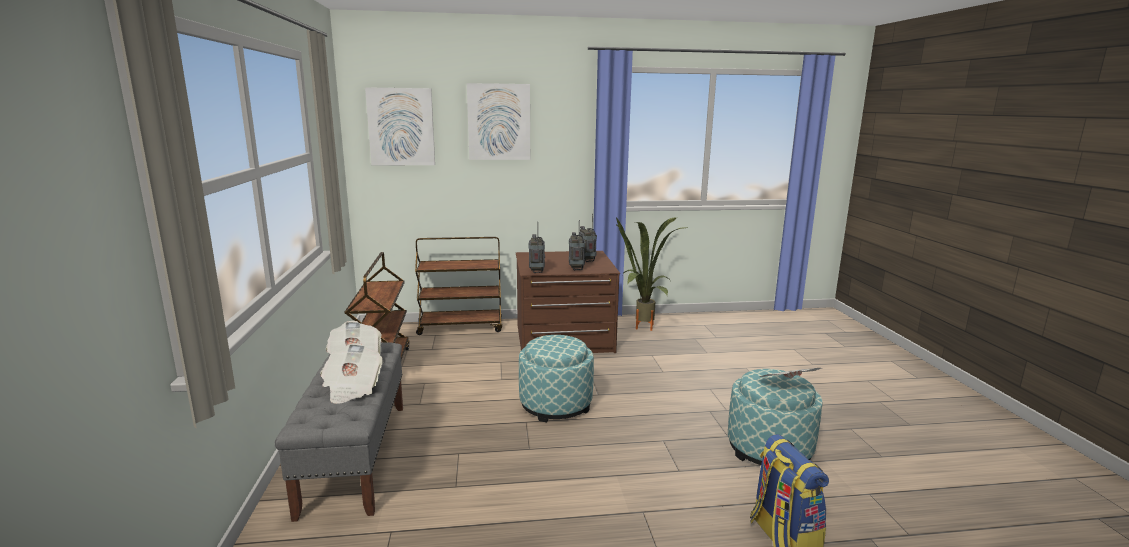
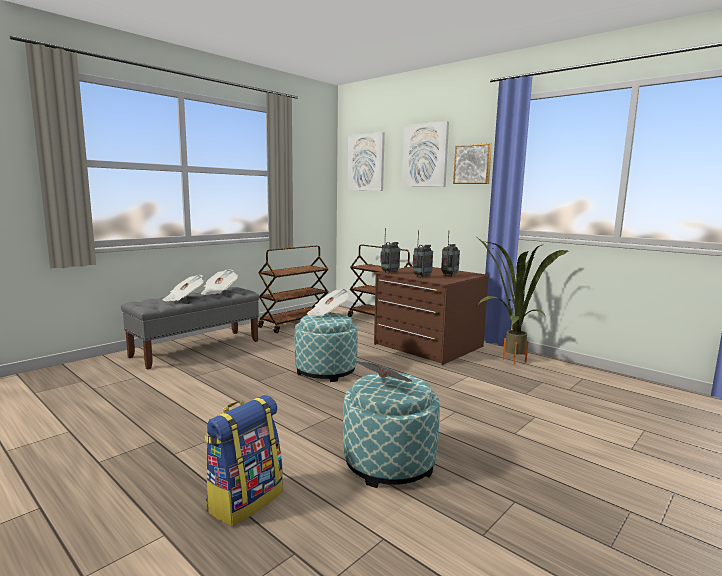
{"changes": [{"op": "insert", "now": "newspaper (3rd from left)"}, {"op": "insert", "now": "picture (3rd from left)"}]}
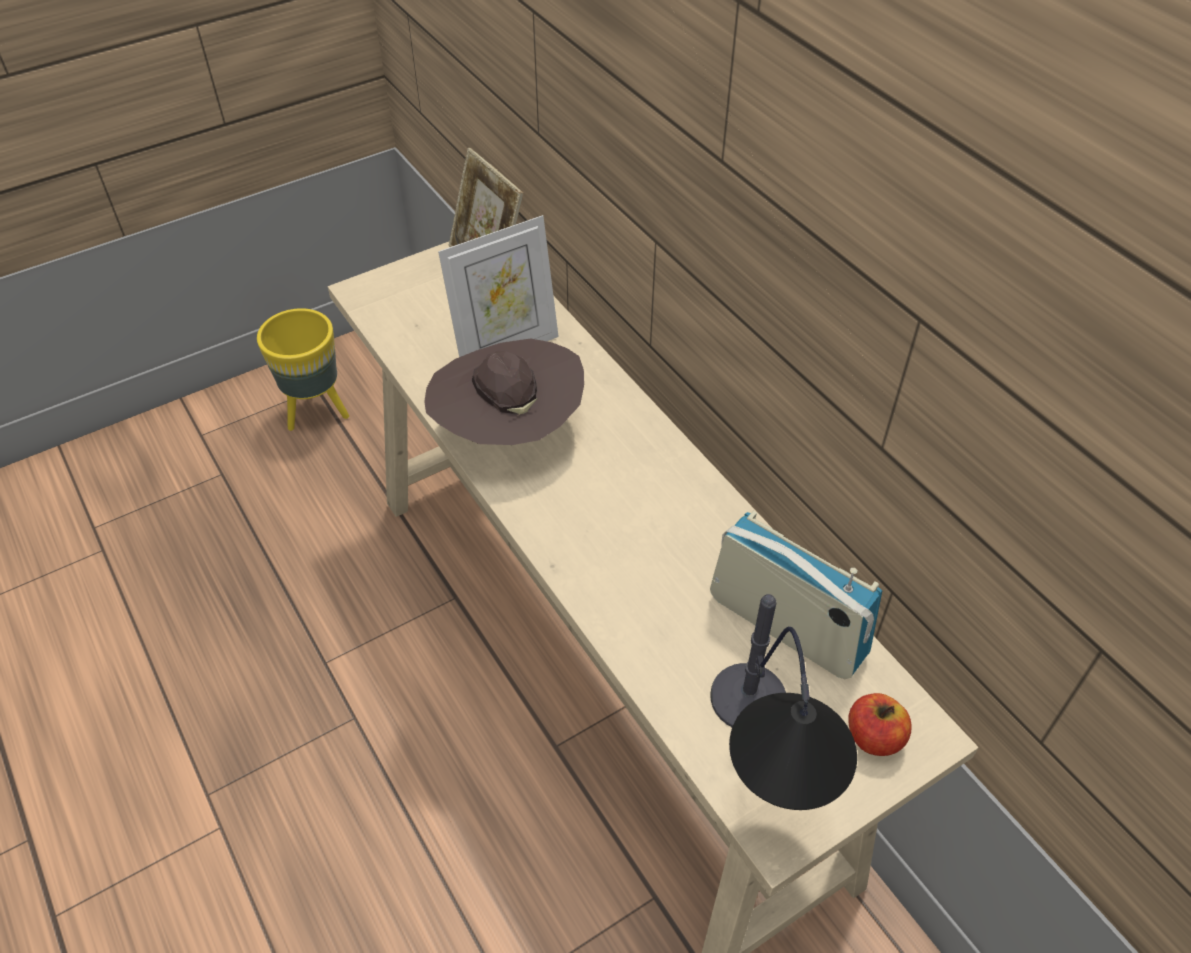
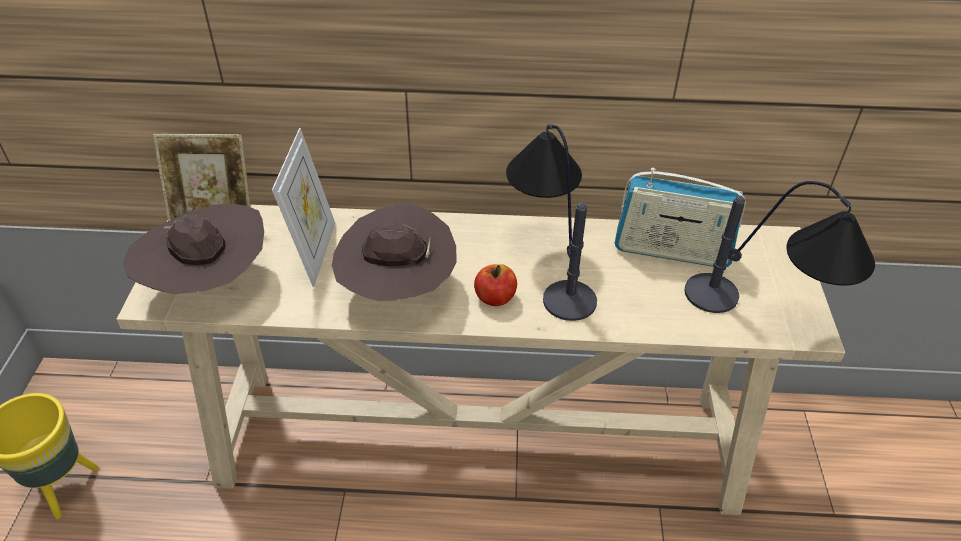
{"changes": [{"op": "insert", "now": "brown hat (1st from left)"}, {"op": "move", "was": "apple"}, {"op": "insert", "now": "table lamp (1st from left)"}, {"op": "rotate", "was": "radio", "clockwise": -150}]}
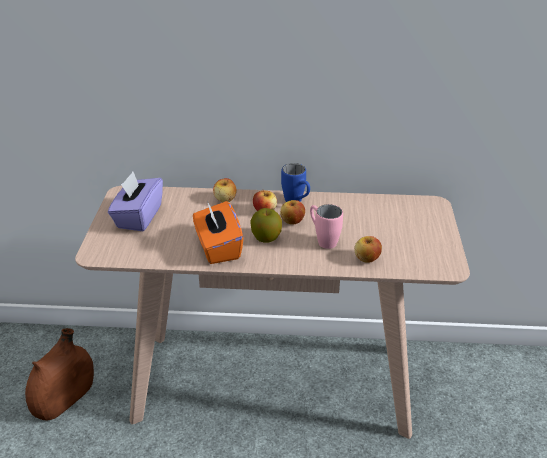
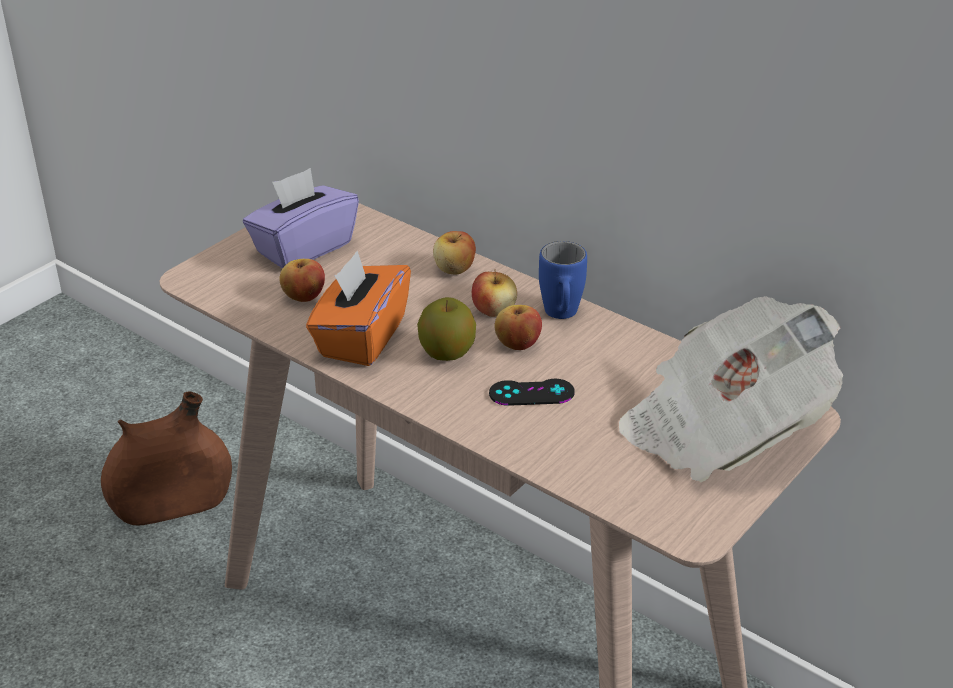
{"changes": [{"op": "move", "was": "apple (5th from left in the first image)", "now": "apple (1st from left)"}, {"op": "replace", "was": "pink mug", "now": "black game controller"}, {"op": "insert", "now": "newspaper"}]}
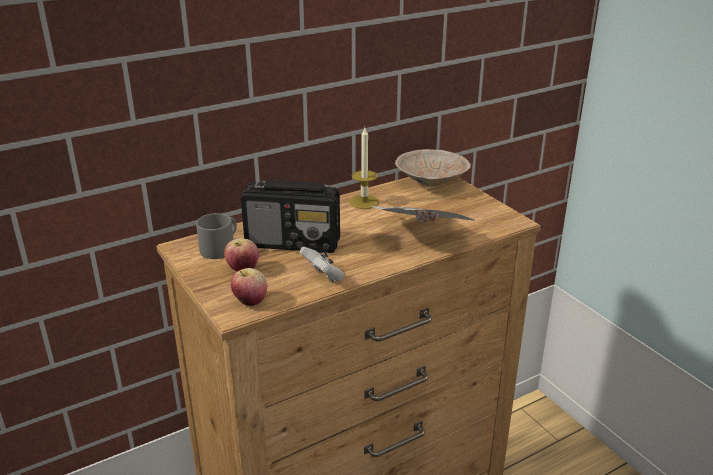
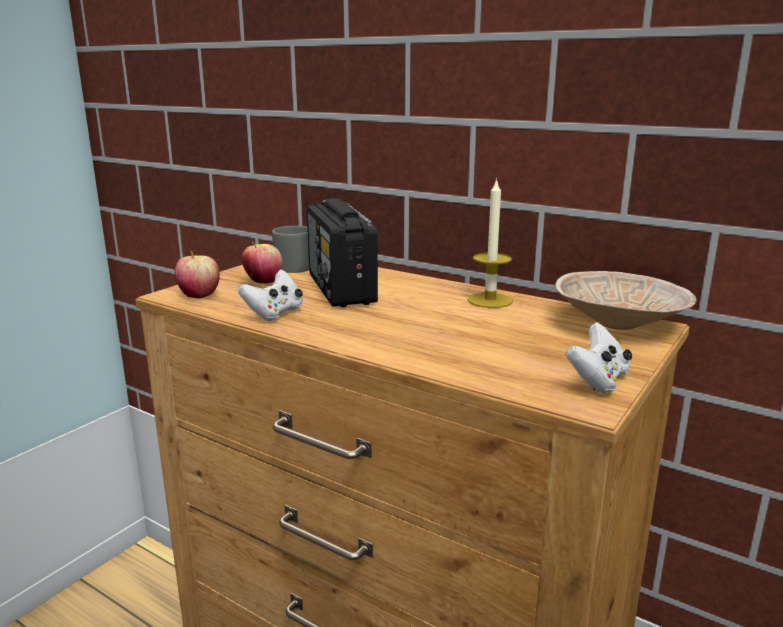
{"changes": [{"op": "insert", "now": "white game controller (2nd from left)"}, {"op": "delete", "was": "newspaper"}]}
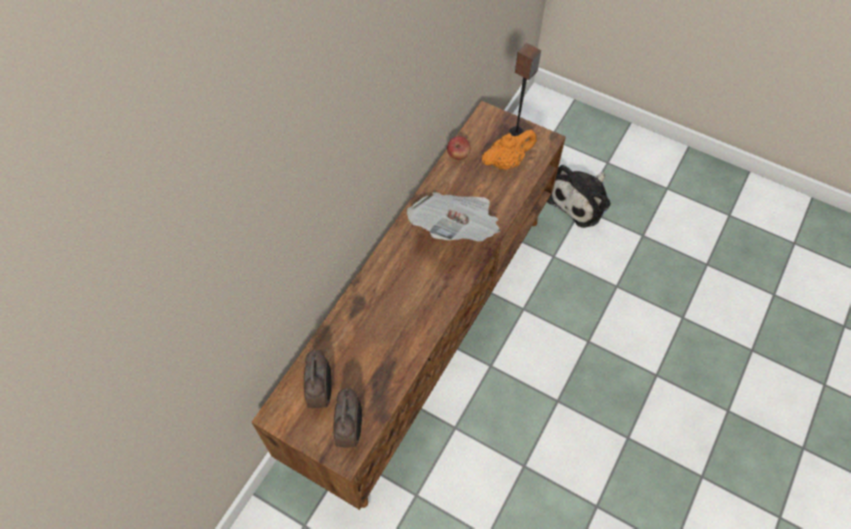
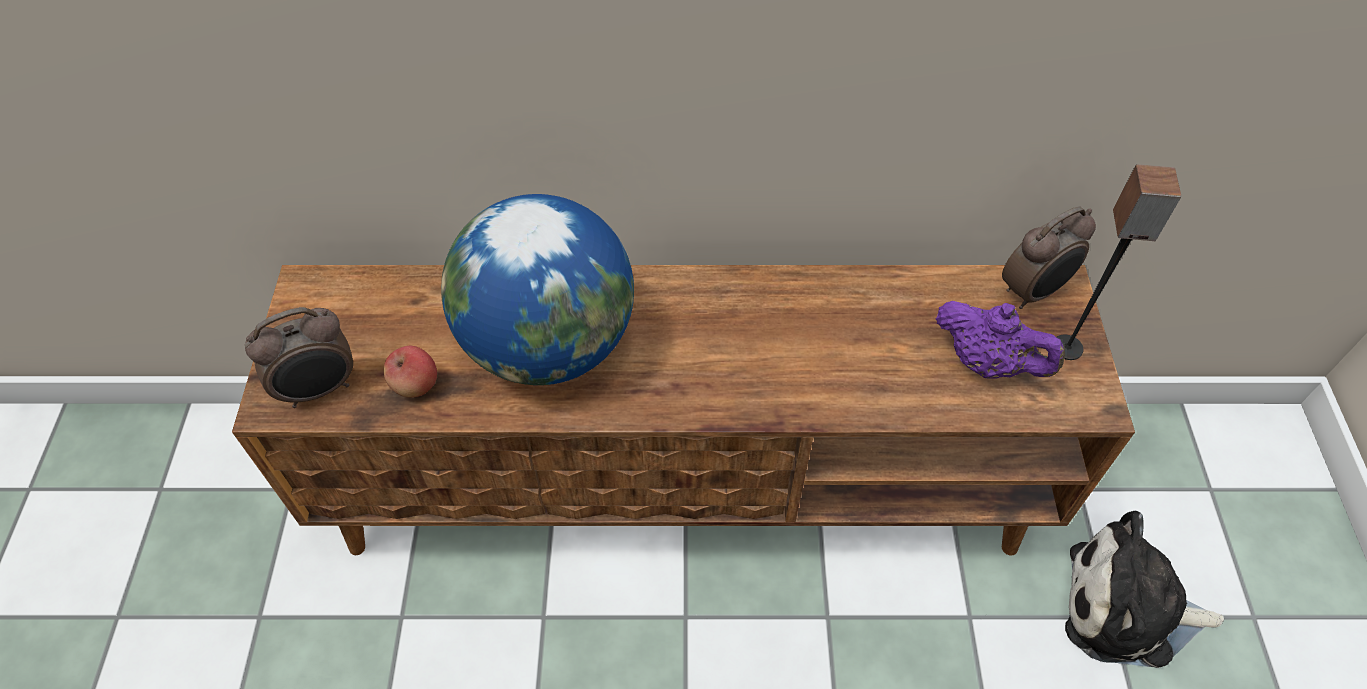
{"changes": [{"op": "move", "was": "apple"}, {"op": "insert", "now": "globe"}, {"op": "recolor", "was": "orange teapot", "now": "purple teapot"}, {"op": "move", "was": "alarm clock (1st from left in the first image)", "now": "alarm clock (2nd from left)"}, {"op": "delete", "was": "newspaper"}]}
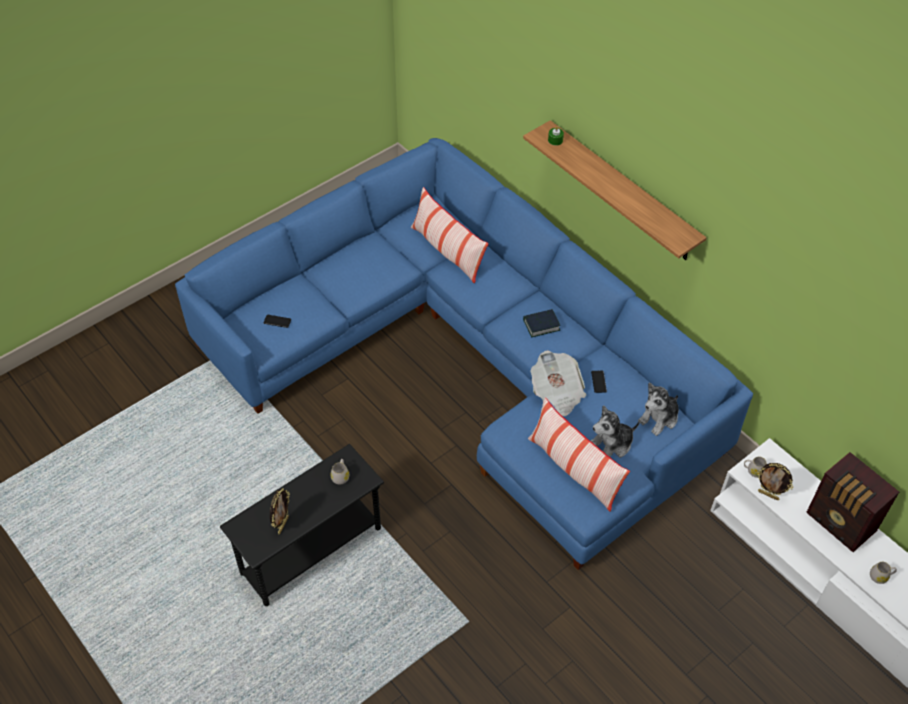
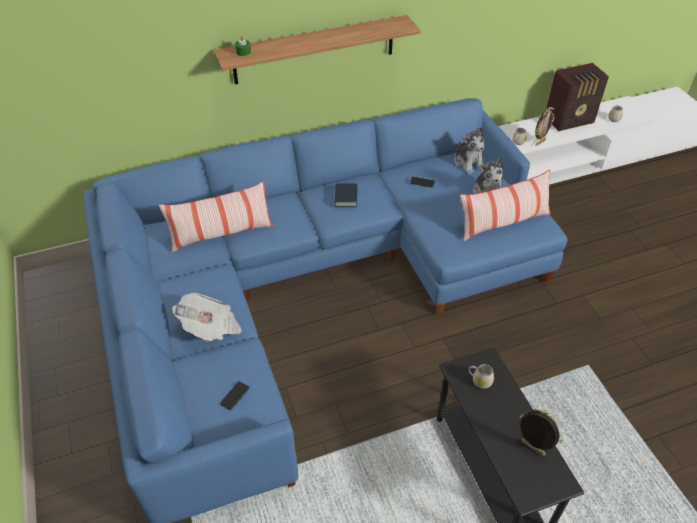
{"changes": [{"op": "move", "was": "newspaper"}]}
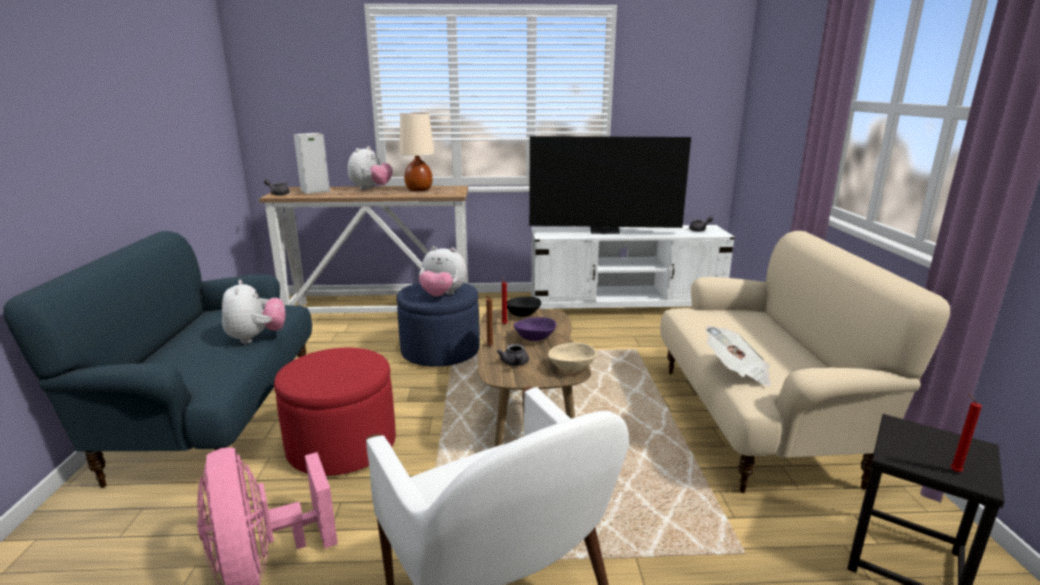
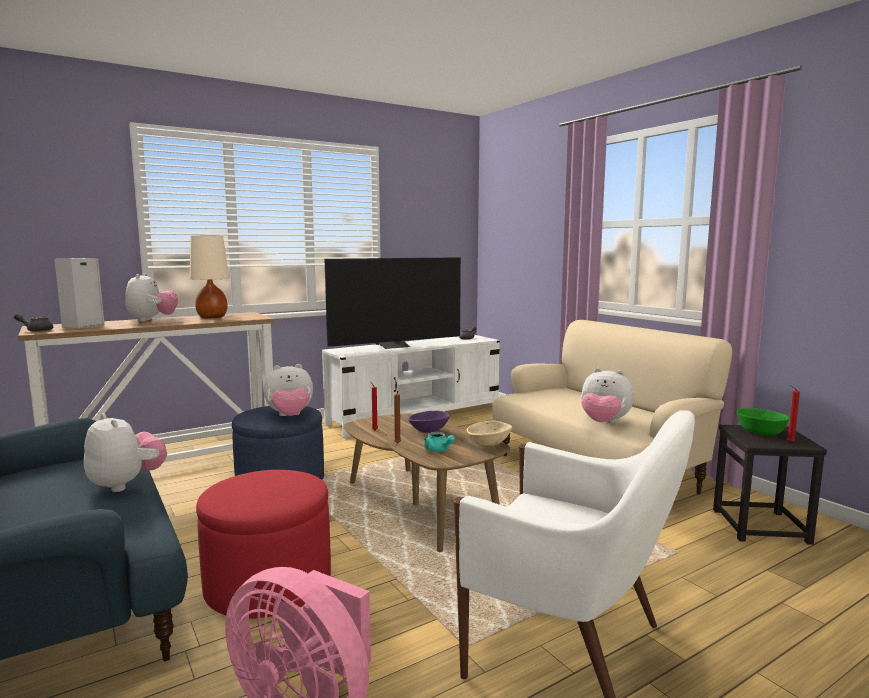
{"changes": [{"op": "recolor", "was": "grey teapot (2nd from left)", "now": "turquoise teapot"}, {"op": "replace", "was": "newspaper", "now": "plush toy (4th from left)"}, {"op": "insert", "now": "green bowl"}, {"op": "delete", "was": "black bowl"}]}
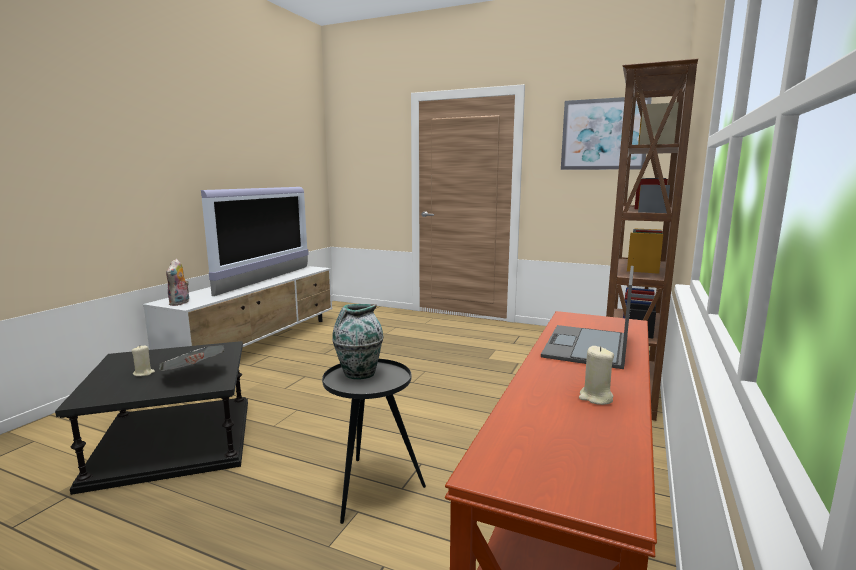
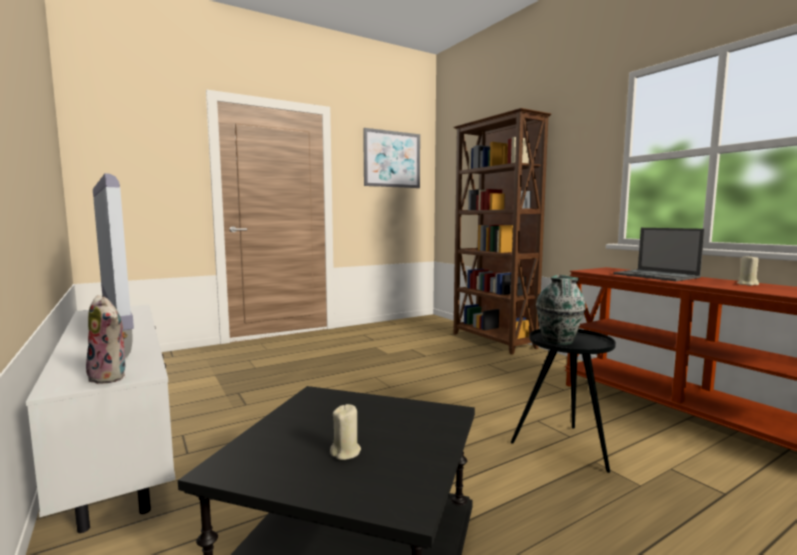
{"changes": [{"op": "delete", "was": "newspaper"}]}
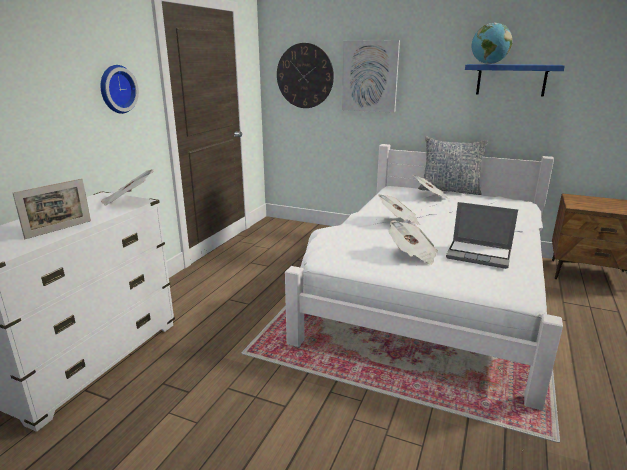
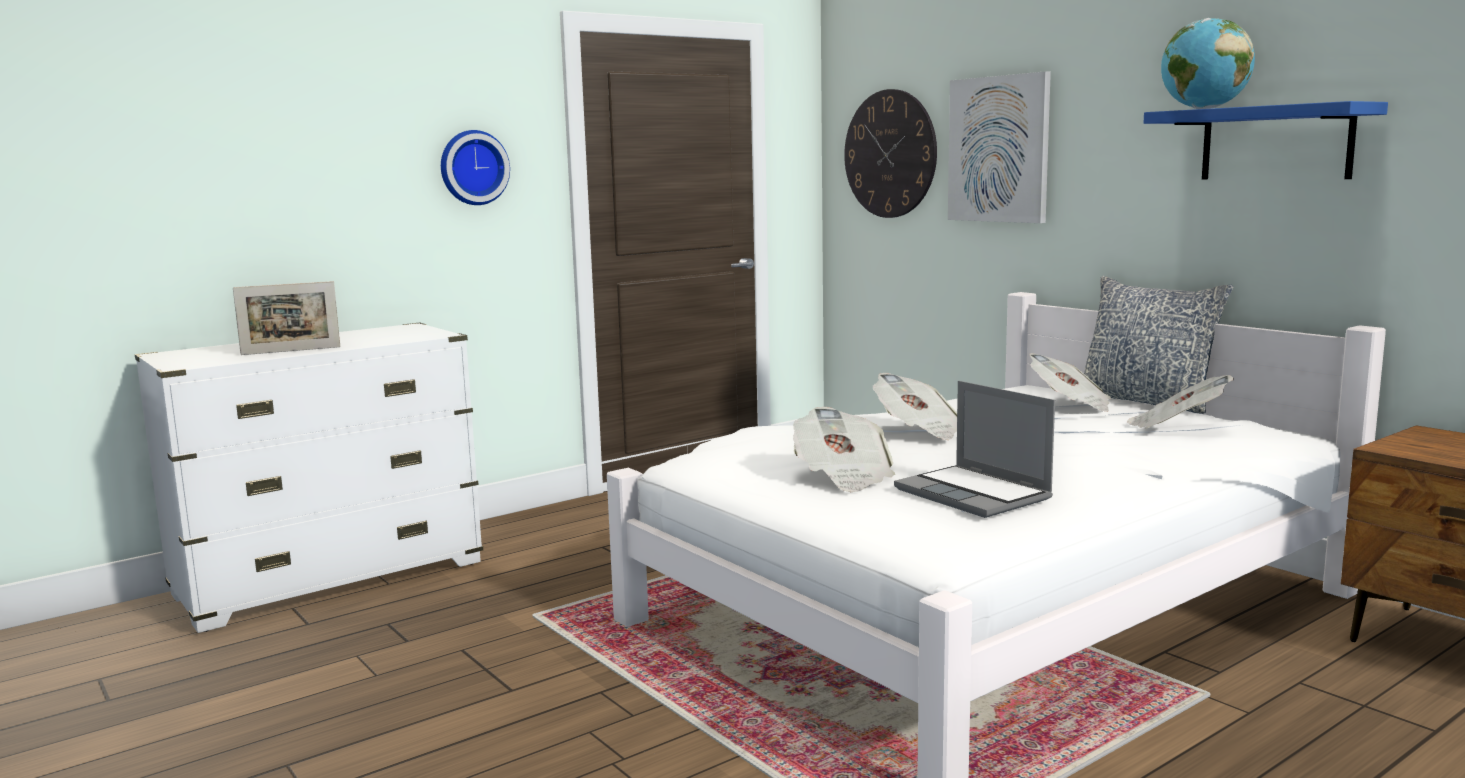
{"changes": [{"op": "move", "was": "newspaper (1st from left in the first image)", "now": "newspaper (4th from left)"}]}
